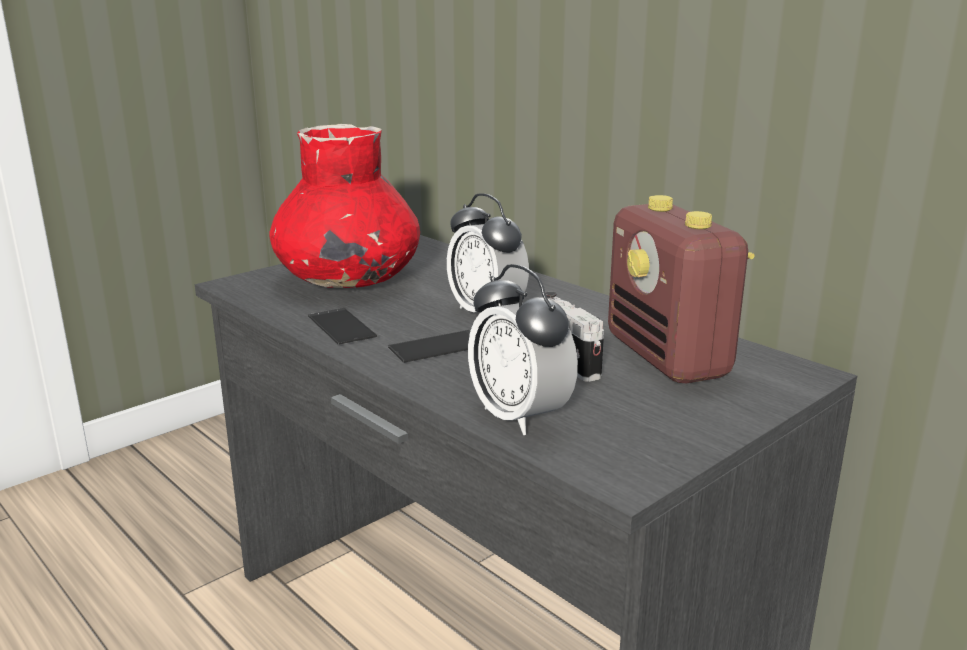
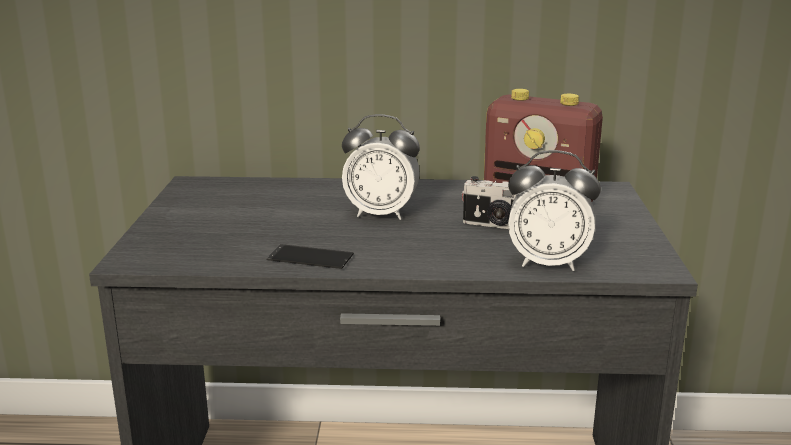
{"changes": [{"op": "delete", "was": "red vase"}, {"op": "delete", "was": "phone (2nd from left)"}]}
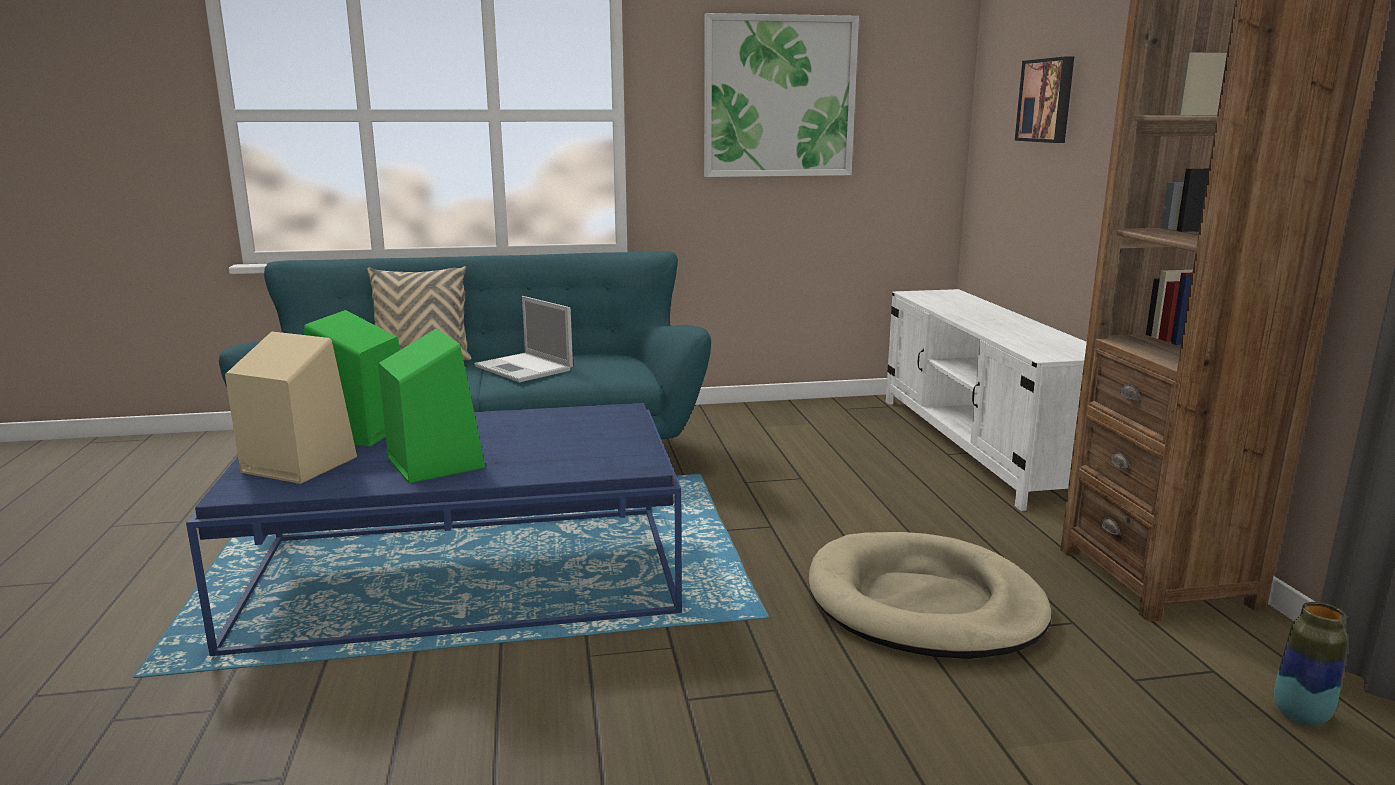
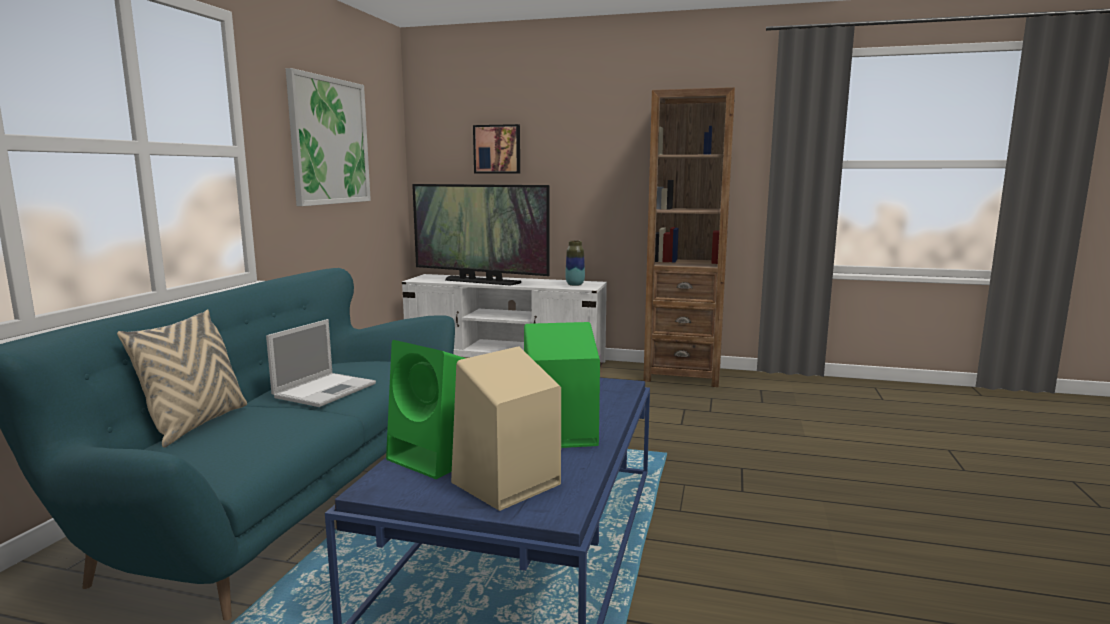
{"changes": [{"op": "rotate", "was": "laptop", "clockwise": -45}, {"op": "insert", "now": "television"}, {"op": "move", "was": "vase"}, {"op": "delete", "was": "beige dog bed"}]}
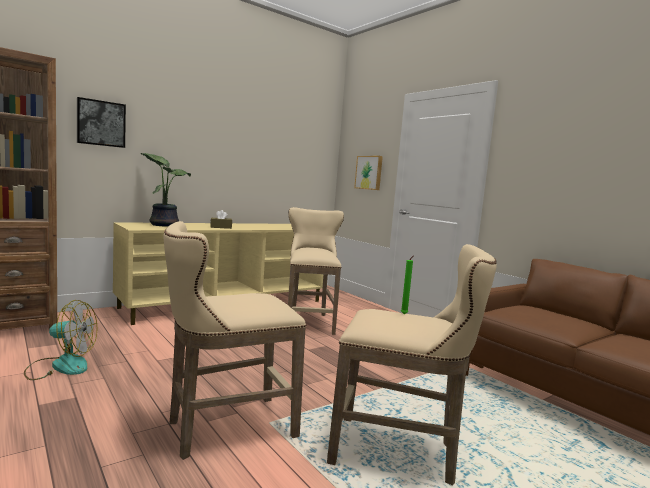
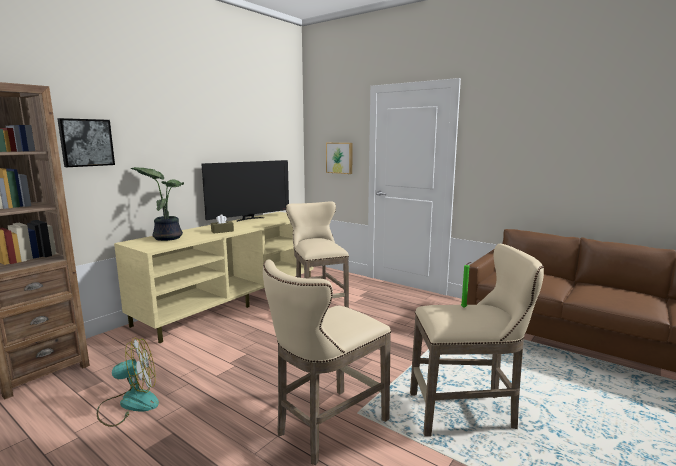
{"changes": [{"op": "insert", "now": "television"}]}
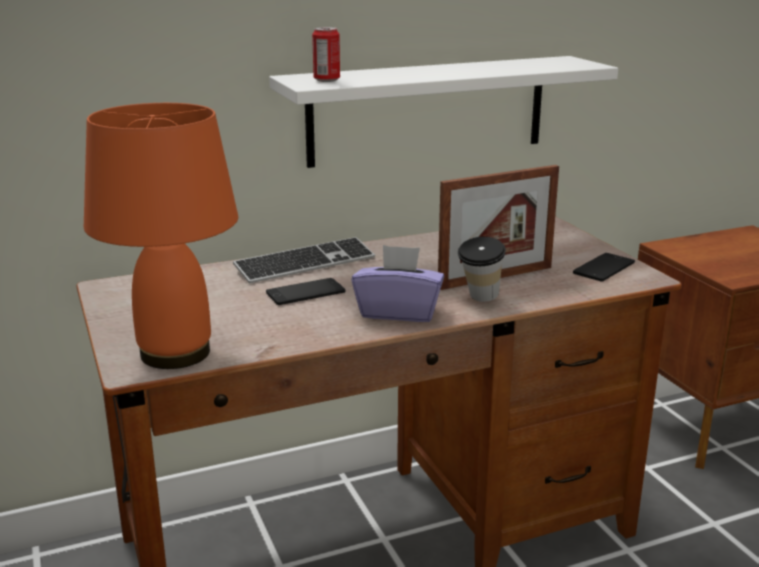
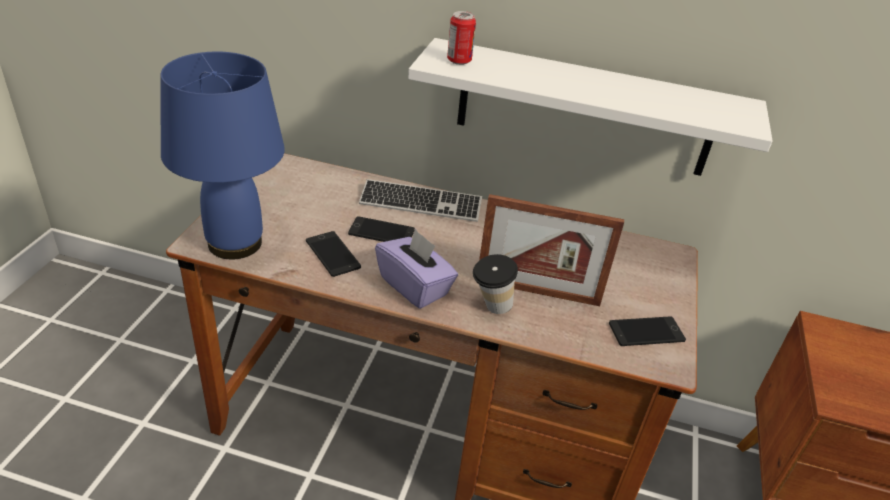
{"changes": [{"op": "recolor", "was": "orange table lamp", "now": "blue table lamp"}, {"op": "insert", "now": "phone (1st from left)"}]}
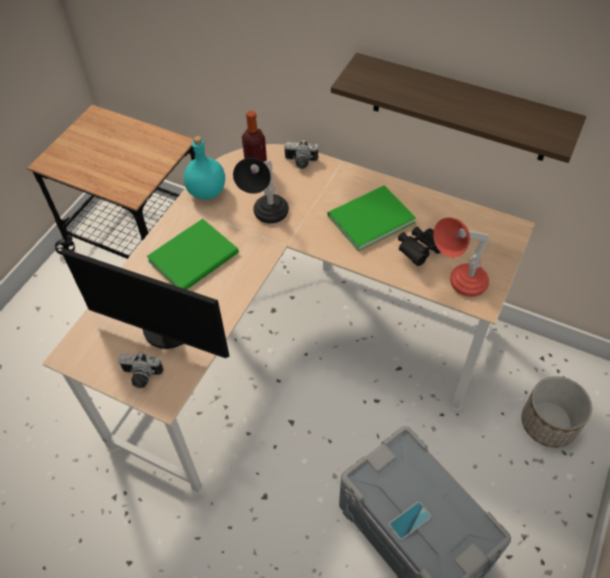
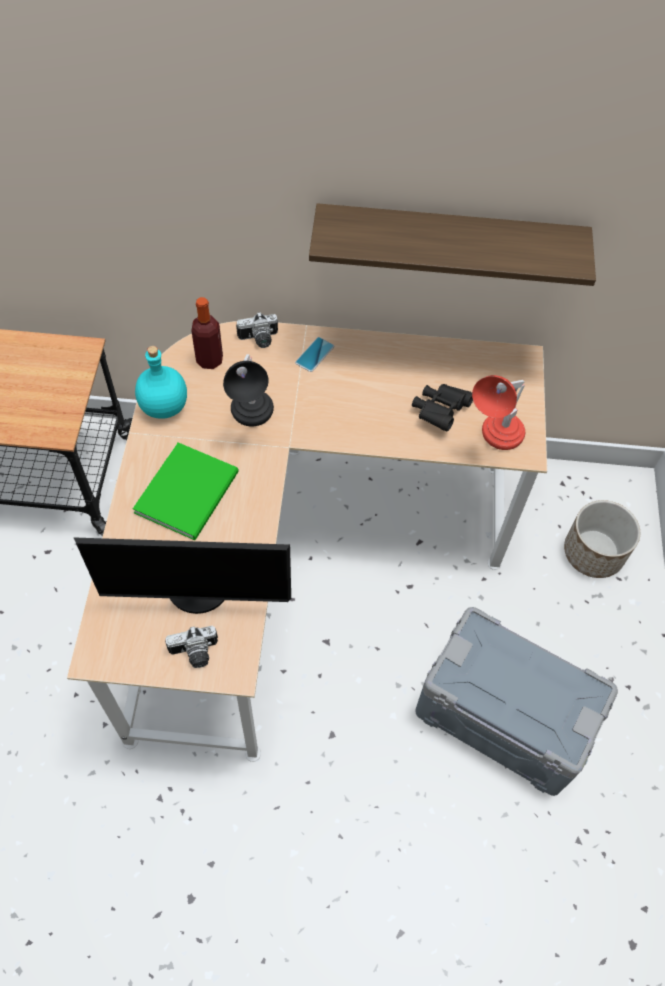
{"changes": [{"op": "move", "was": "phone"}, {"op": "delete", "was": "green book (2nd from left)"}]}
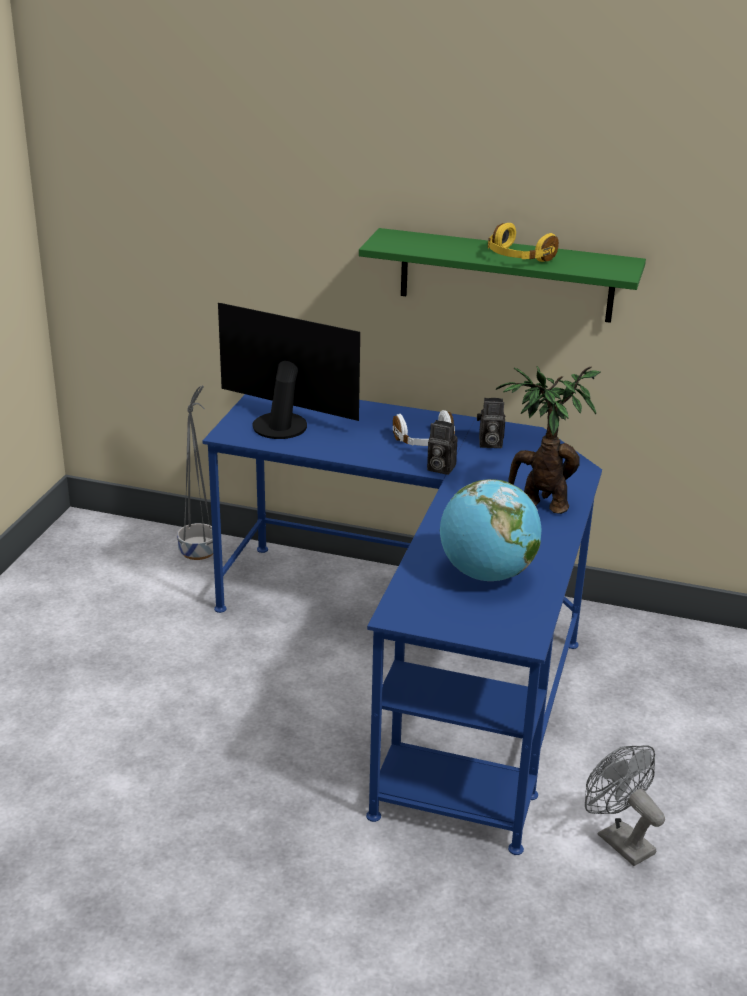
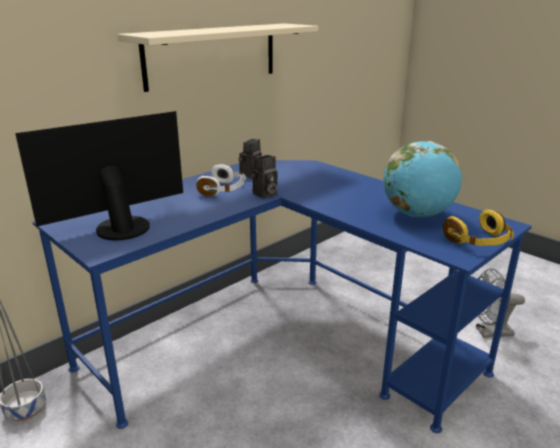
{"changes": [{"op": "recolor", "was": "green shelf", "now": "beige shelf"}, {"op": "move", "was": "yellow headphones"}, {"op": "delete", "was": "potted plant"}]}
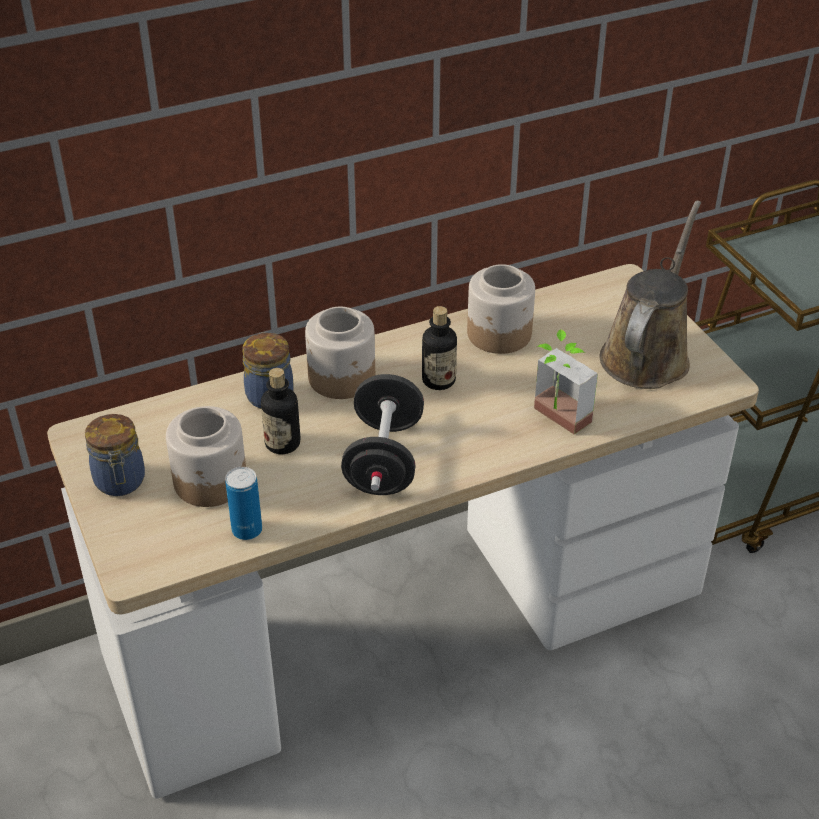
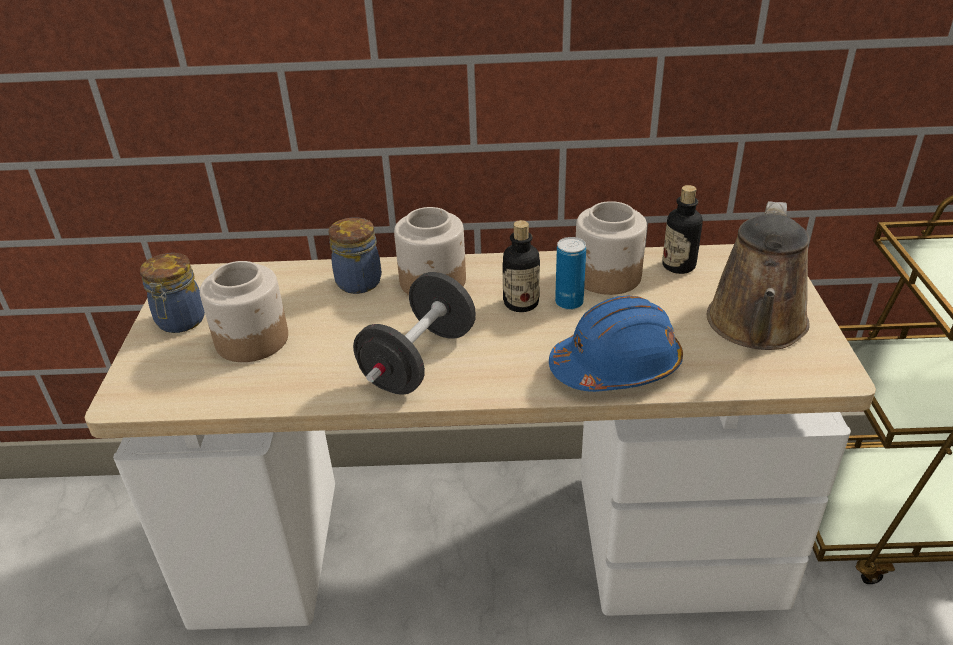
{"changes": [{"op": "replace", "was": "potted plant", "now": "blue hard hat"}, {"op": "move", "was": "can"}, {"op": "move", "was": "bottle (1st from left in the first image)", "now": "bottle (2nd from left)"}, {"op": "rotate", "was": "brown watering can", "clockwise": 150}]}
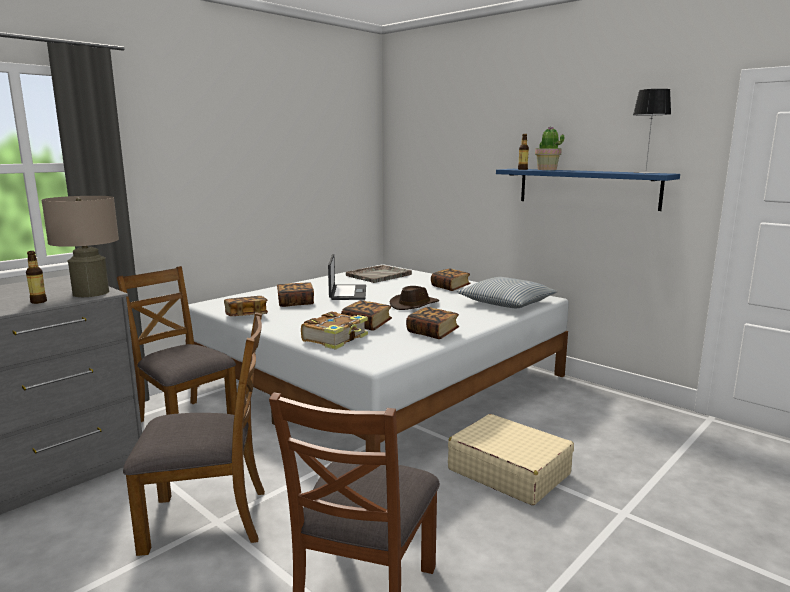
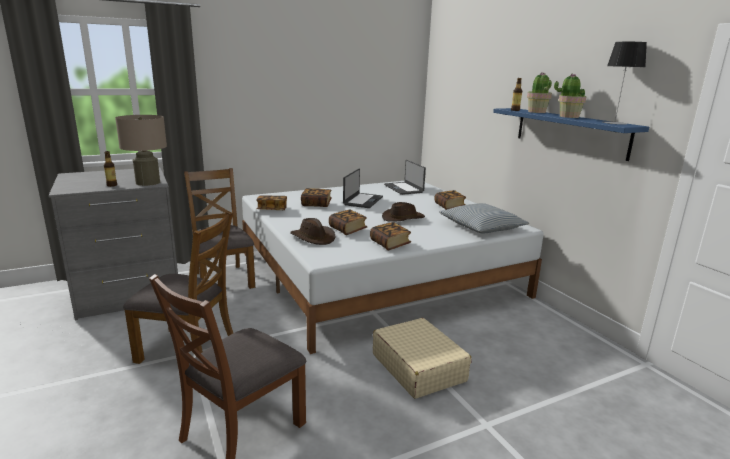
{"changes": [{"op": "replace", "was": "book (3rd from left)", "now": "brown hat (1st from left)"}, {"op": "replace", "was": "grey tray", "now": "laptop (2nd from left)"}, {"op": "insert", "now": "potted plant (2nd from left)"}]}
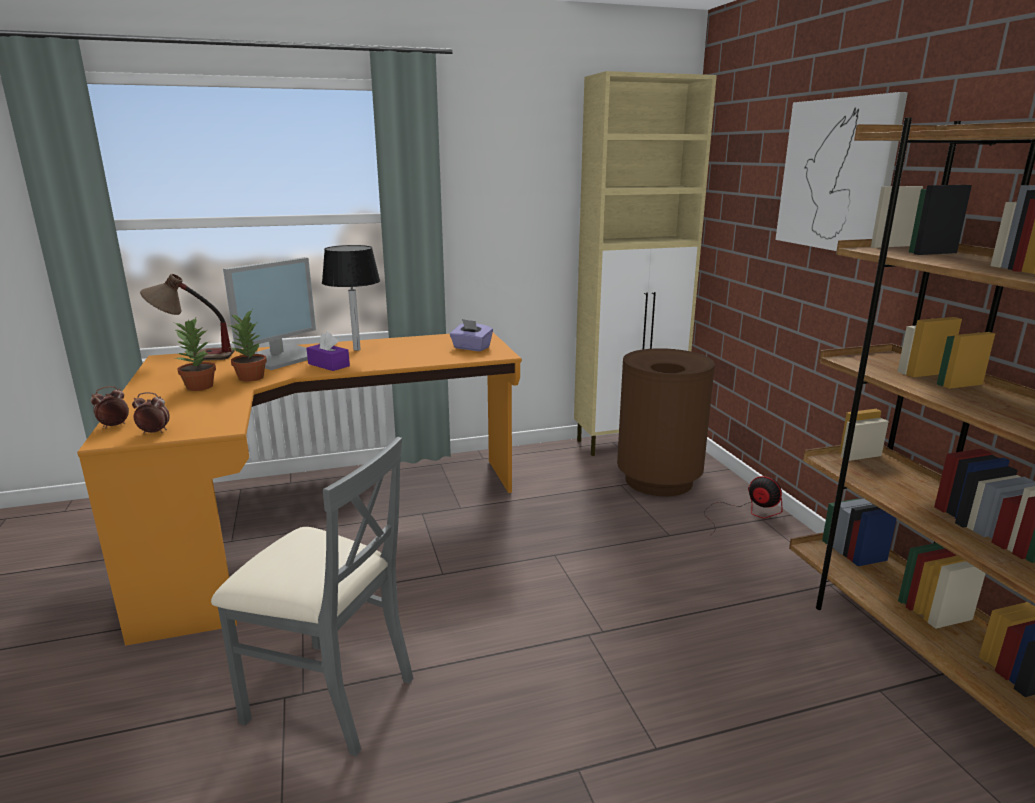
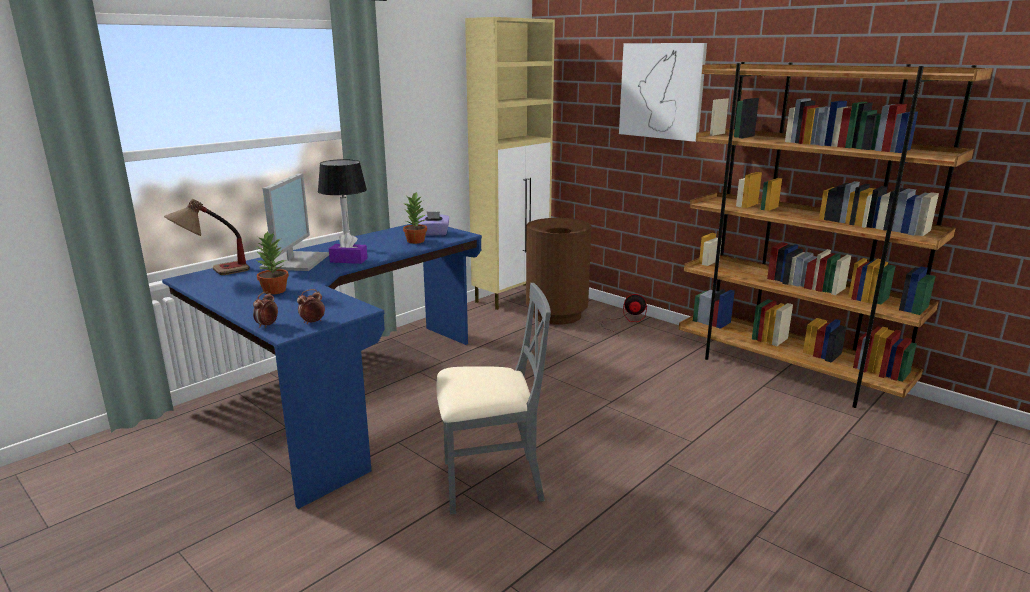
{"changes": [{"op": "recolor", "was": "orange desk", "now": "blue desk"}, {"op": "move", "was": "potted plant (2nd from left)"}]}
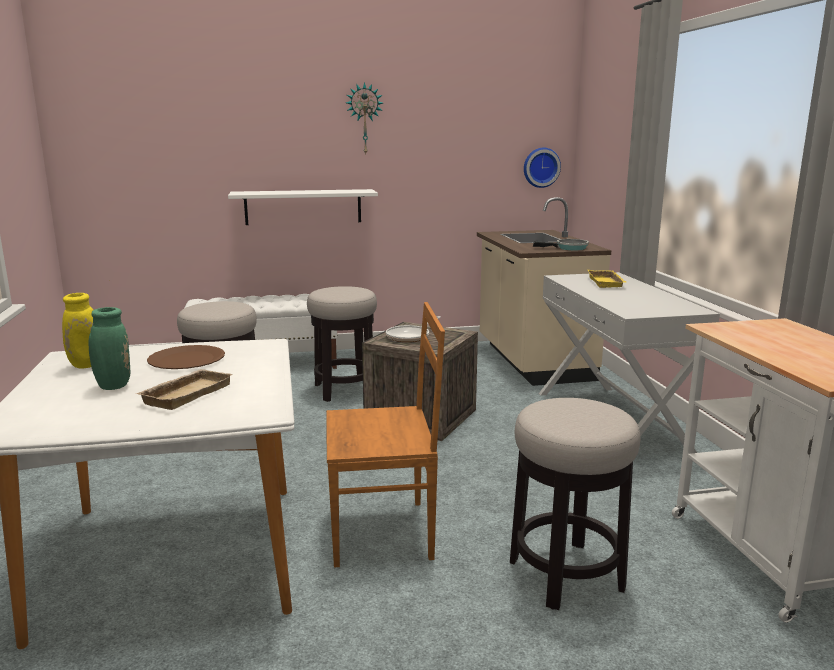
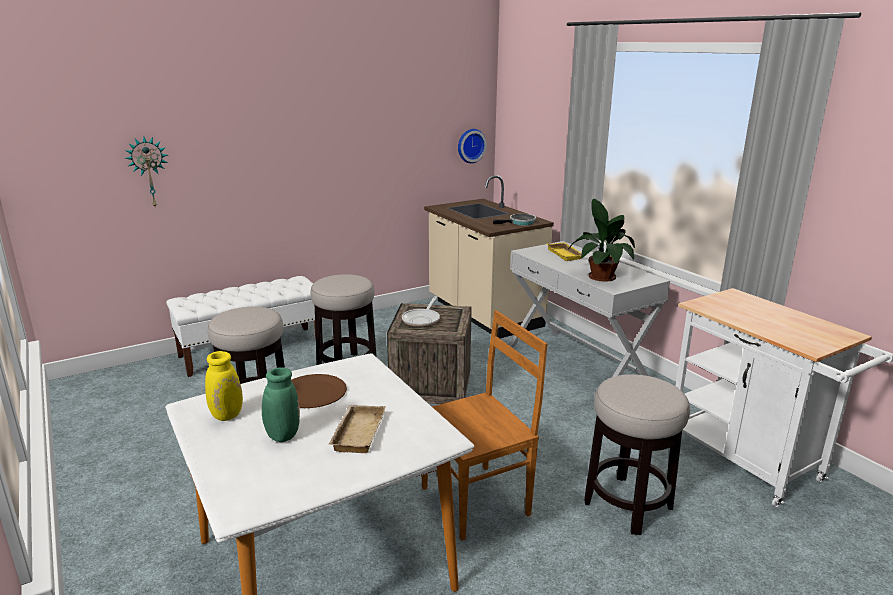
{"changes": [{"op": "move", "was": "wall clock (1st from left)"}, {"op": "insert", "now": "potted plant"}, {"op": "delete", "was": "white shelf"}]}
